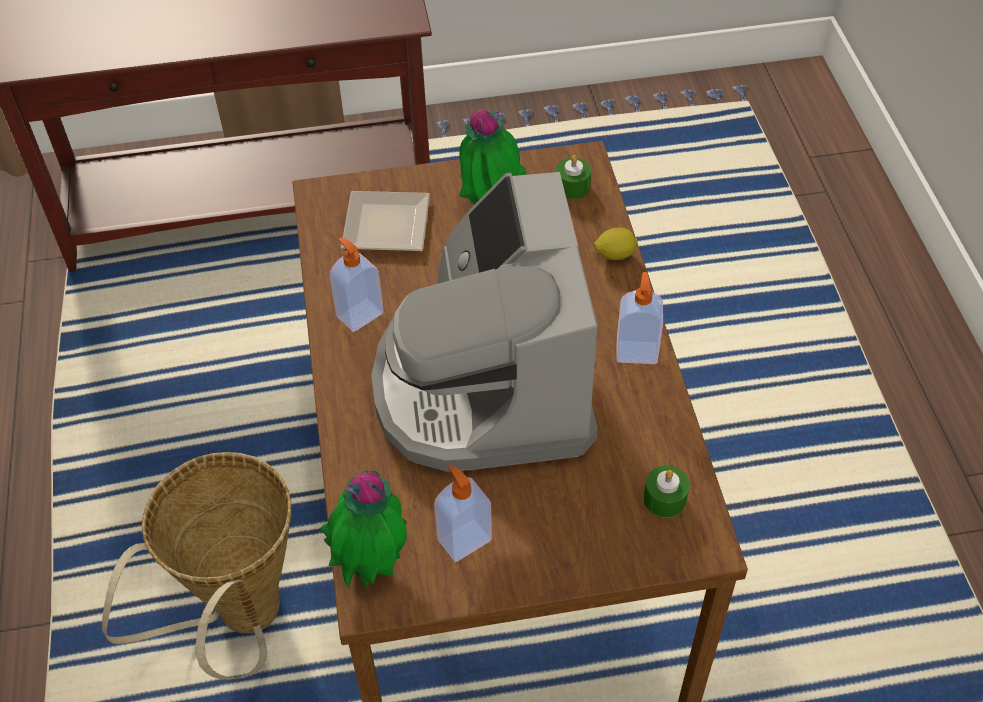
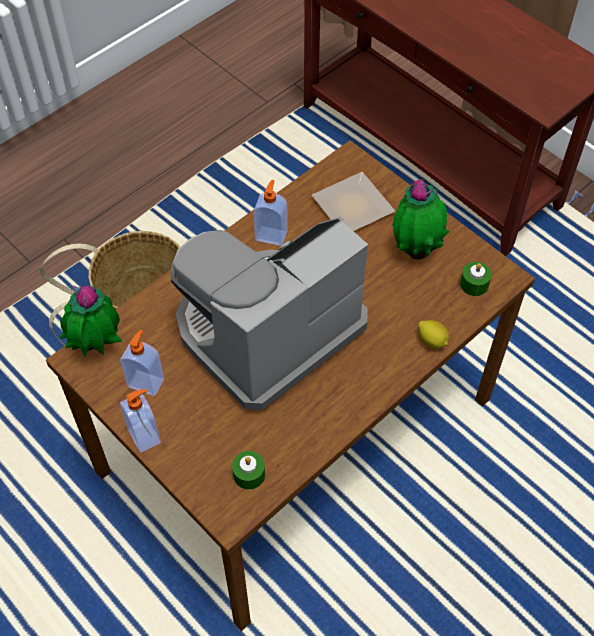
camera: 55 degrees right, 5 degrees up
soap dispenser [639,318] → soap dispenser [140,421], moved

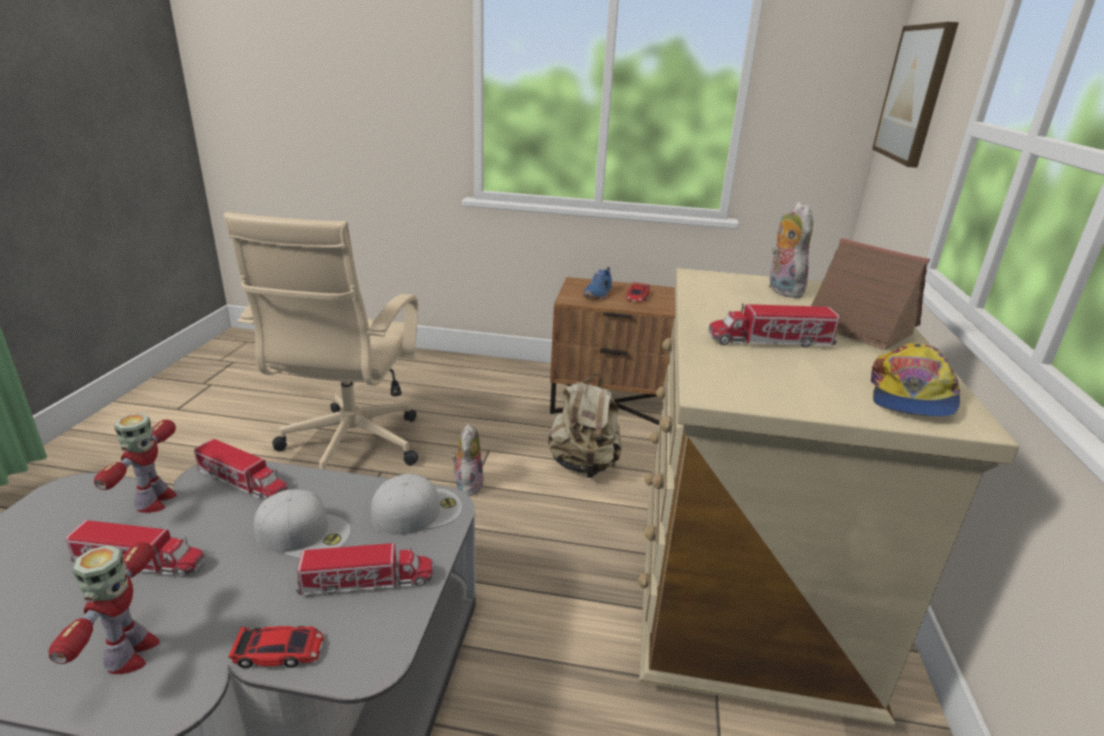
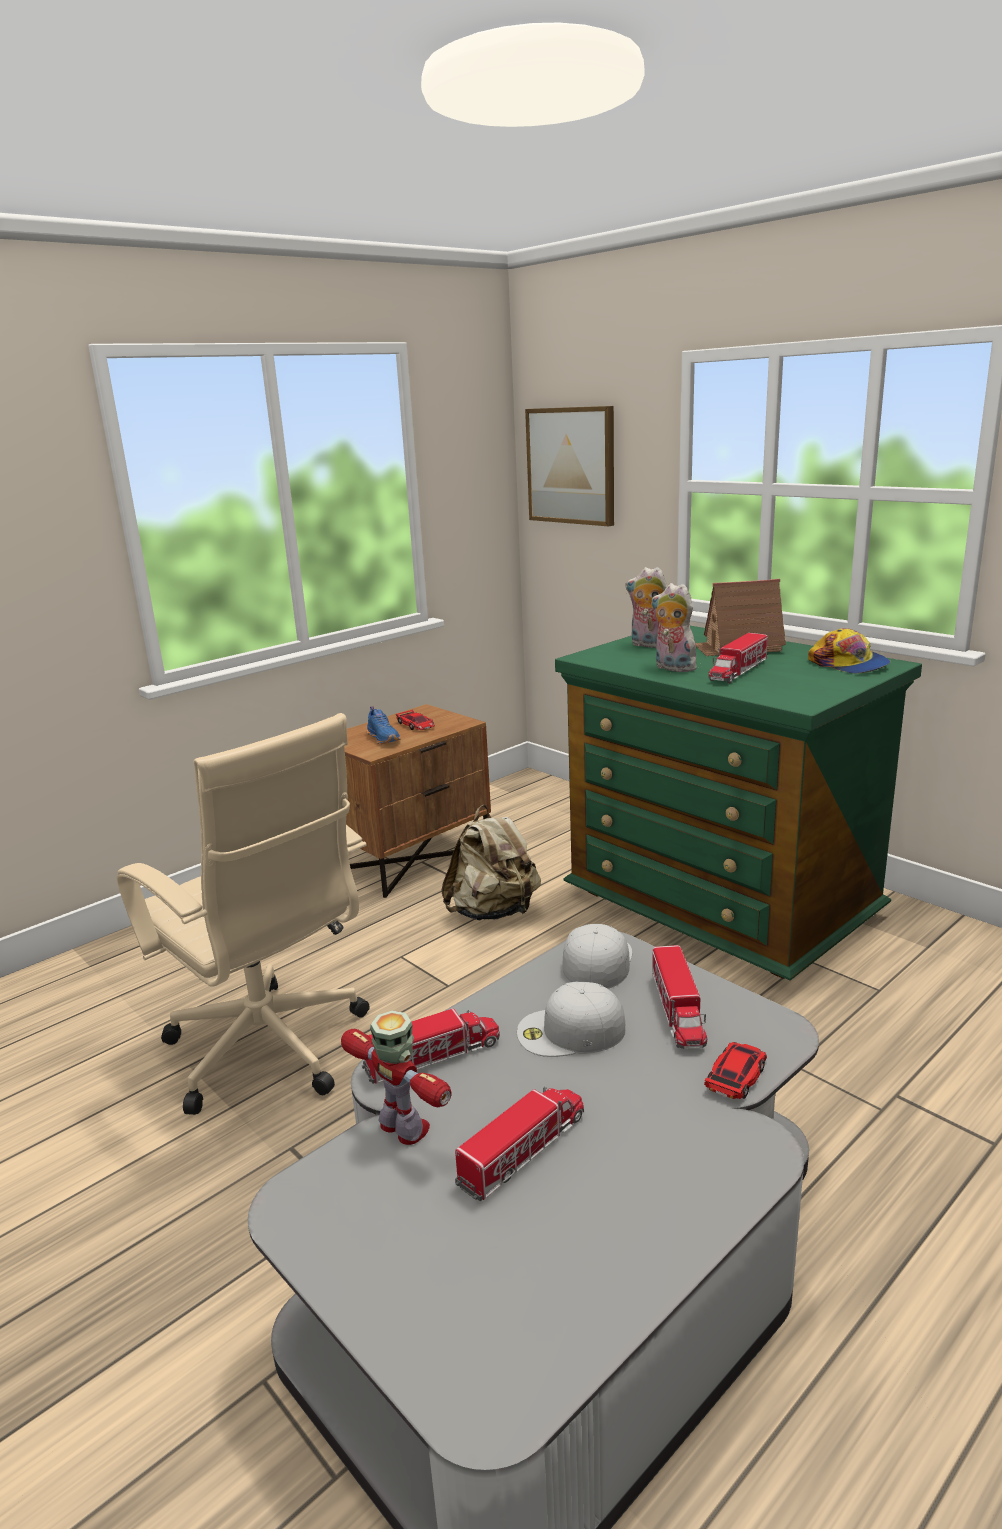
camera: 50 degrees left, 5 degrees down
toy robot [104,608] → -
white cap [302,524] → white cap [571,1019], 150 degrees counterclockwise
toy truck [364,569] → toy truck [679,997], 150 degrees clockwise
plush toy [467,460] → plush toy [674,627], moved
beige dresser [828,497] → green dresser [738,803]

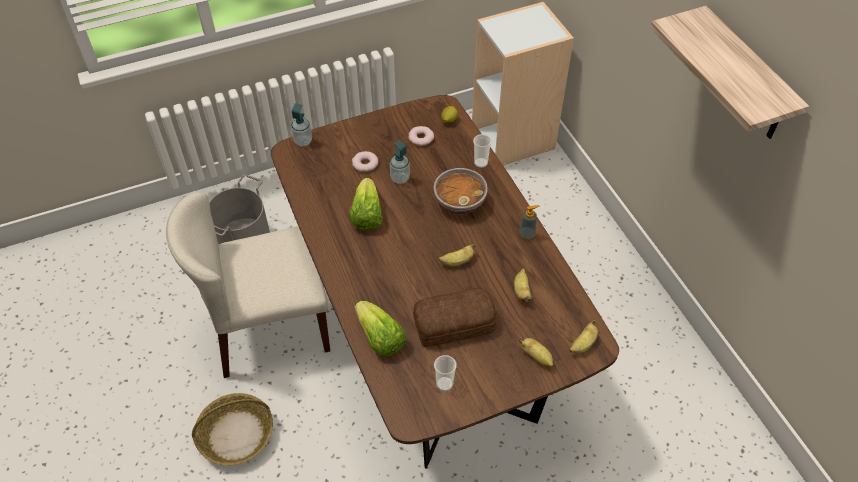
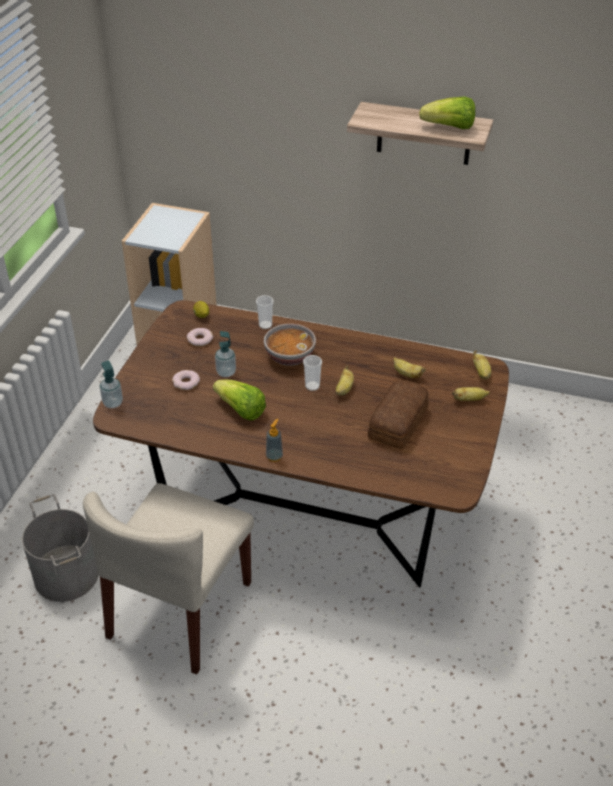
camera: 50 degrees left, 10 degrees down
basket [232,429] → -
lettuce [380,328] → lettuce [447,113], moved
cup [445,373] → cup [312,373], moved
soap dispenser [529,222] → soap dispenser [274,440], moved

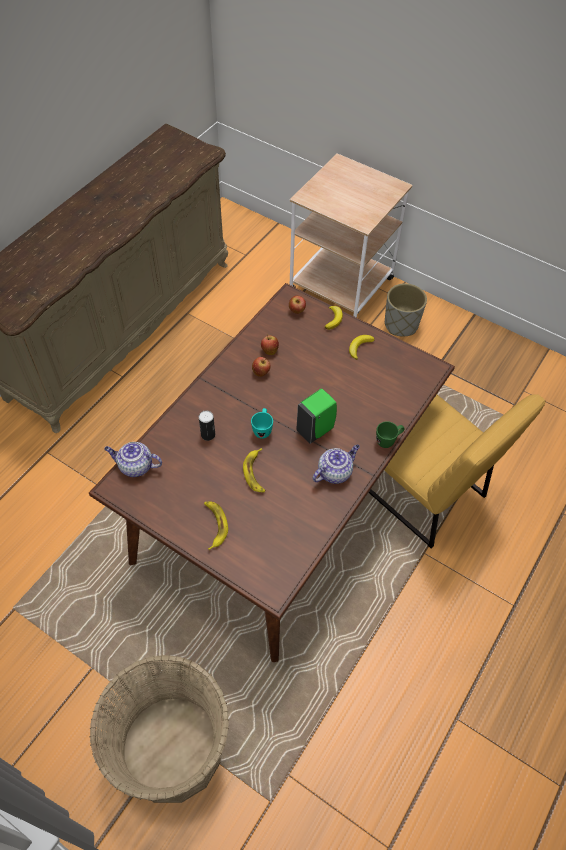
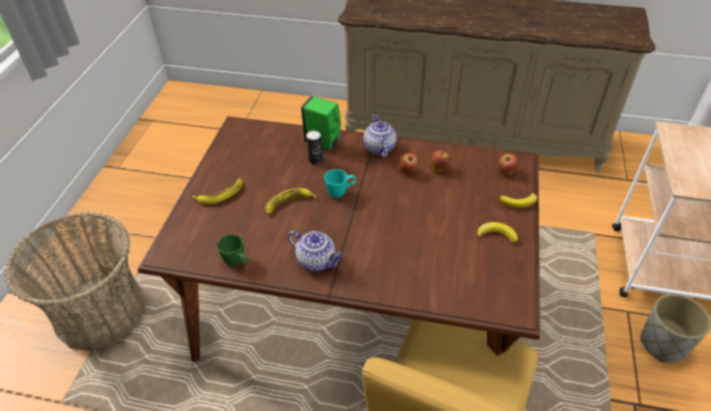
camera: 70 degrees right, 10 degrees down
teapot [133,459] → teapot [380,135], moved
green soap dispenser [317,416] → green soap dispenser [321,123], moved
green mug [390,434] → green mug [232,250], moved

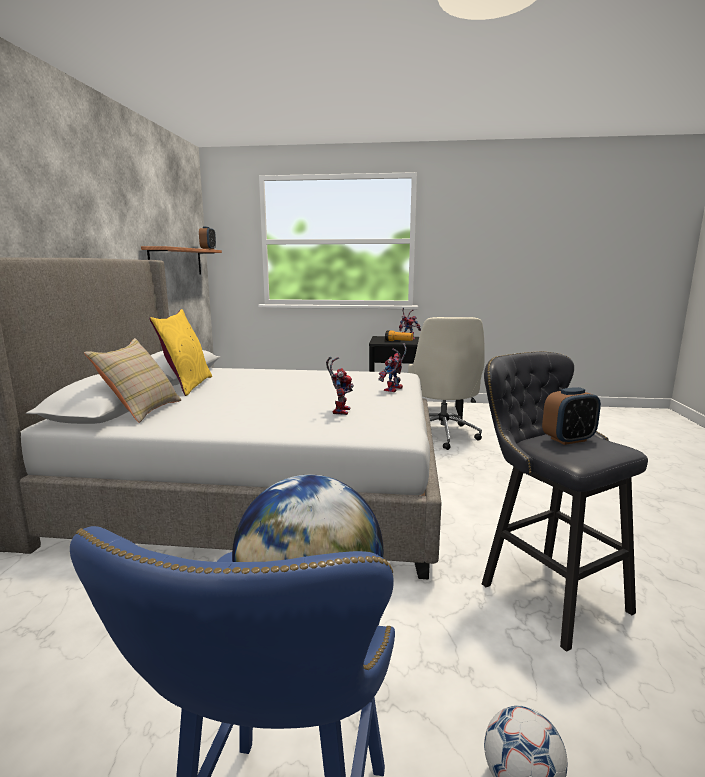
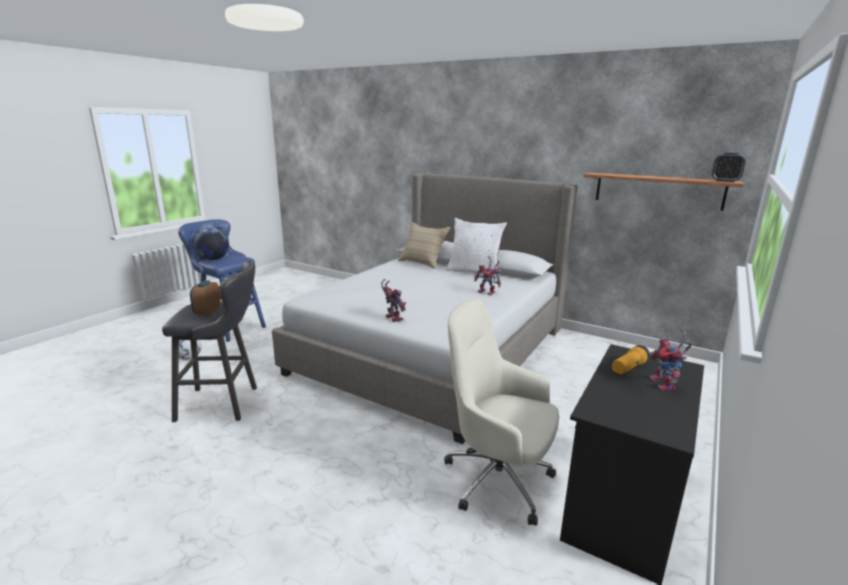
camera: 115 degrees right, 5 degrees up
yellow pillow [180,352] → white pillow [476,248]
toy robot [340,386] → toy robot [487,275], moved

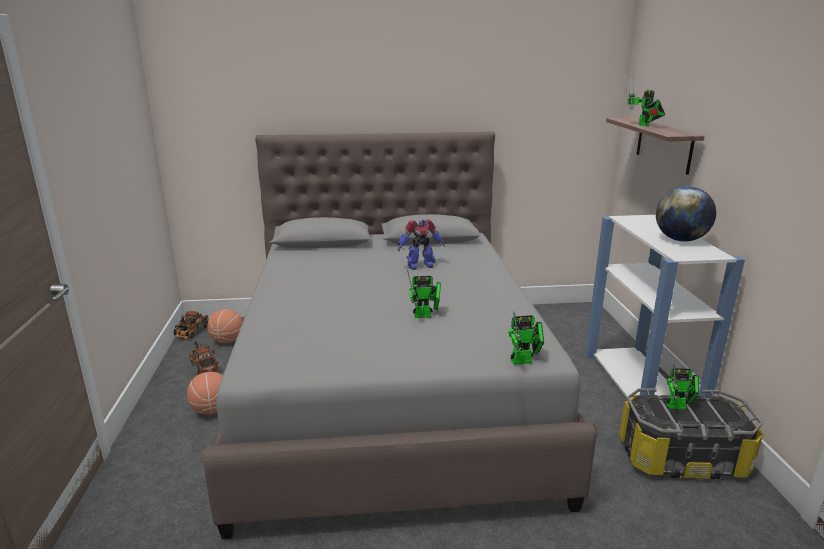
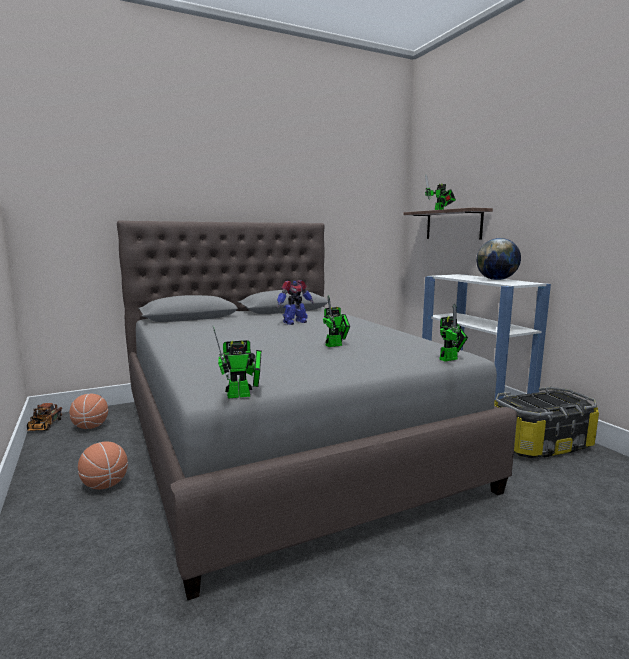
camera: 20 degrees left, 10 degrees down
toy truck [204,357] → -
toy robot [682,387] → toy robot [237,362], moved

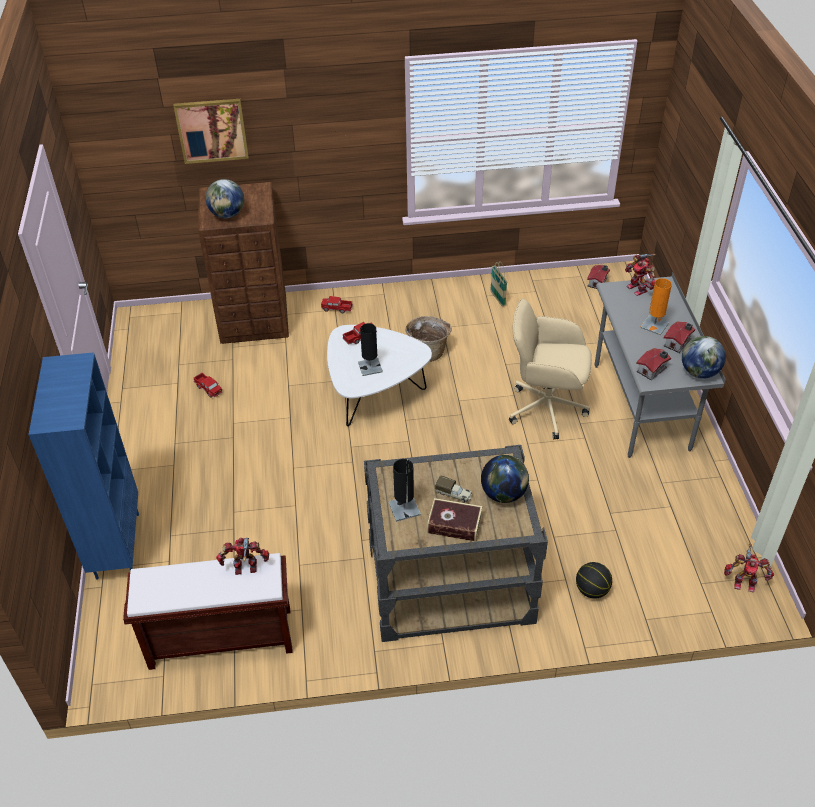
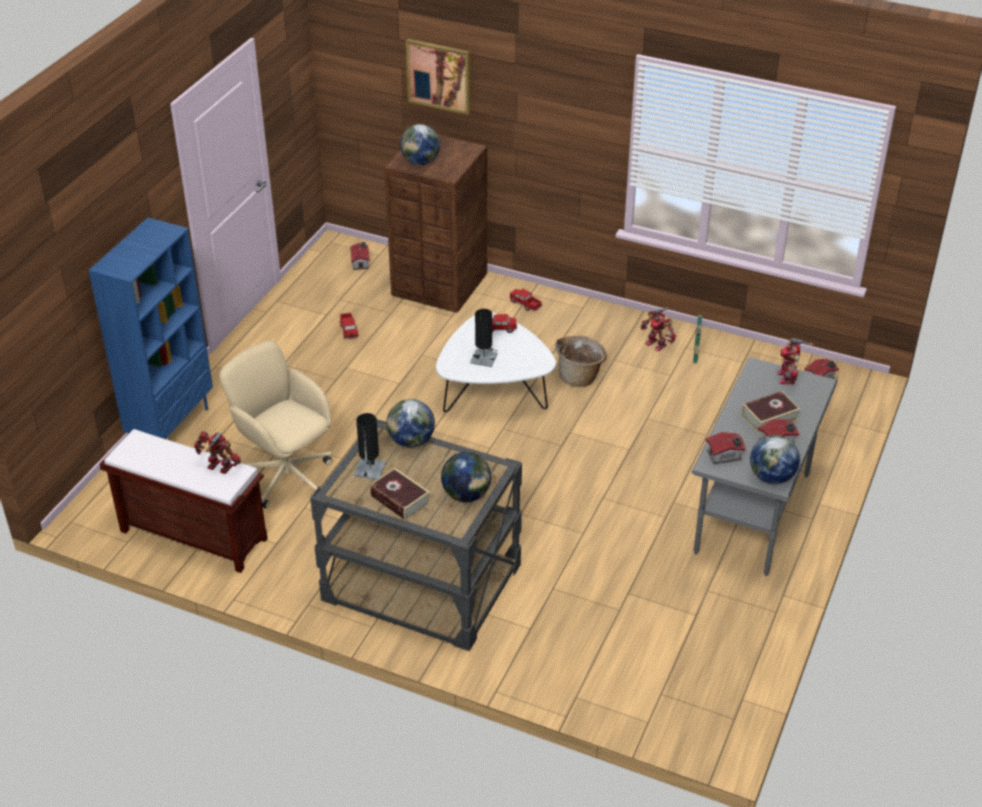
camera: 30 degrees right, 5 degrees down
toy truck [453,489] → -
beige office chair [550,369] → beige office chair [276,424], moved
basketball [594,580] → -
orange table lamp [656,306] → book [770,412]
toy robot [749,567] → toy robot [658,329], moved
- → toy house [360,256]
- → globe [410,423]

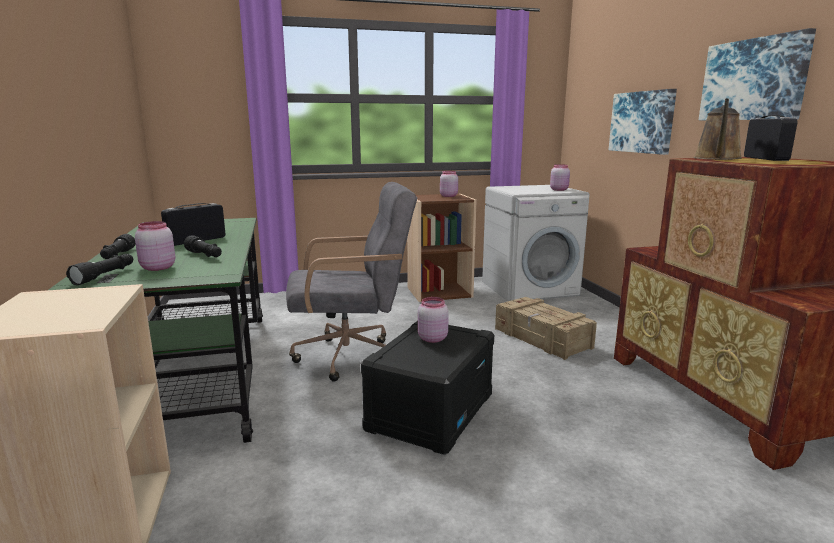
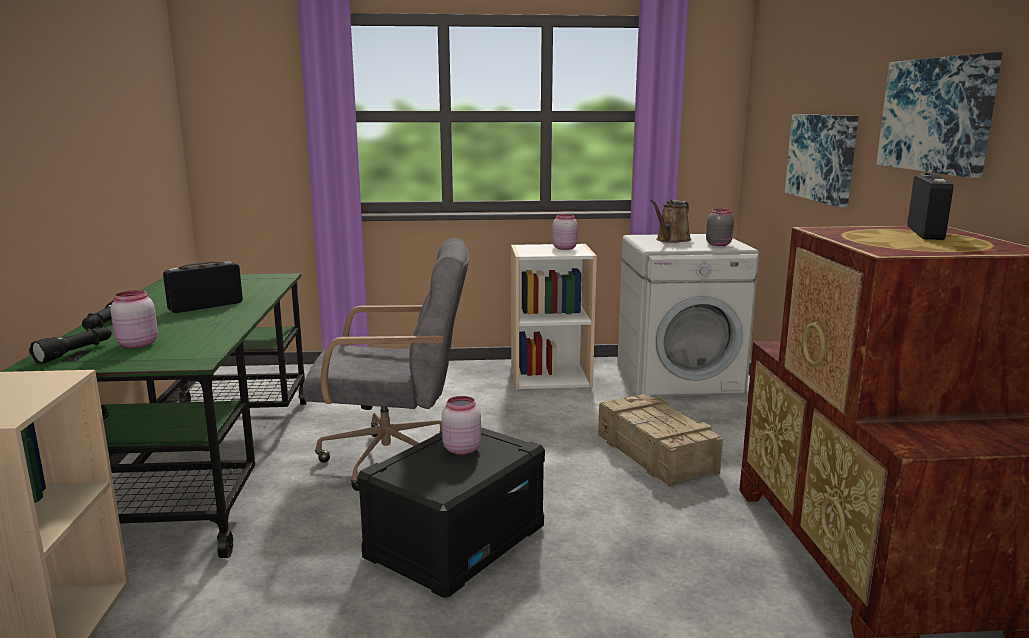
camera: 10 degrees right, 0 degrees up
black flashlight [203,246] → -
brown bookcase [441,248] → white bookcase [554,316]
pink jar [560,177] → grey jar [720,227]
brown watering can [718,129] → brown watering can [670,221], moved

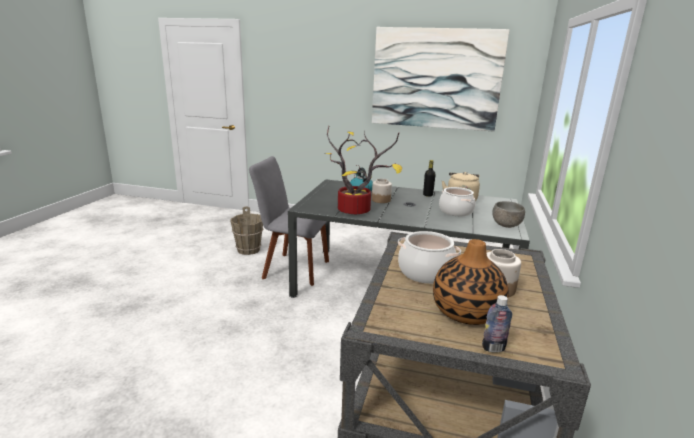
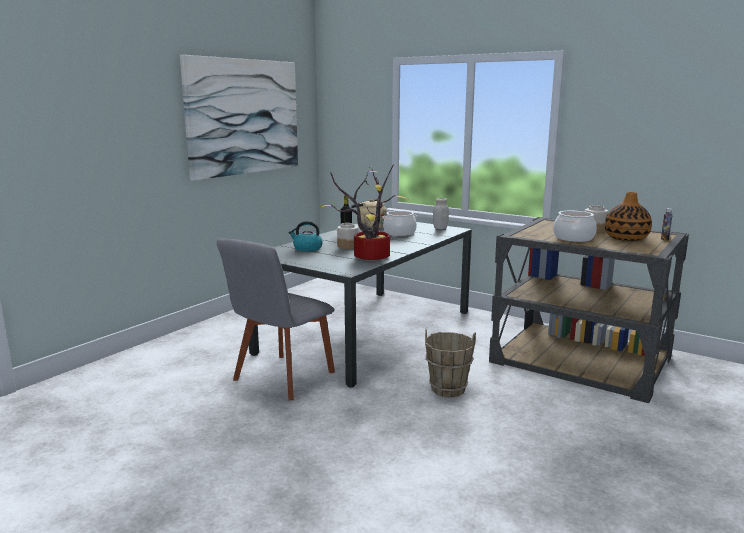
camera: 70 degrees left, 5 degrees down
brown bucket [247,230] → brown bucket [450,363], moved
grey bowl [508,214] → white jar [441,213]

